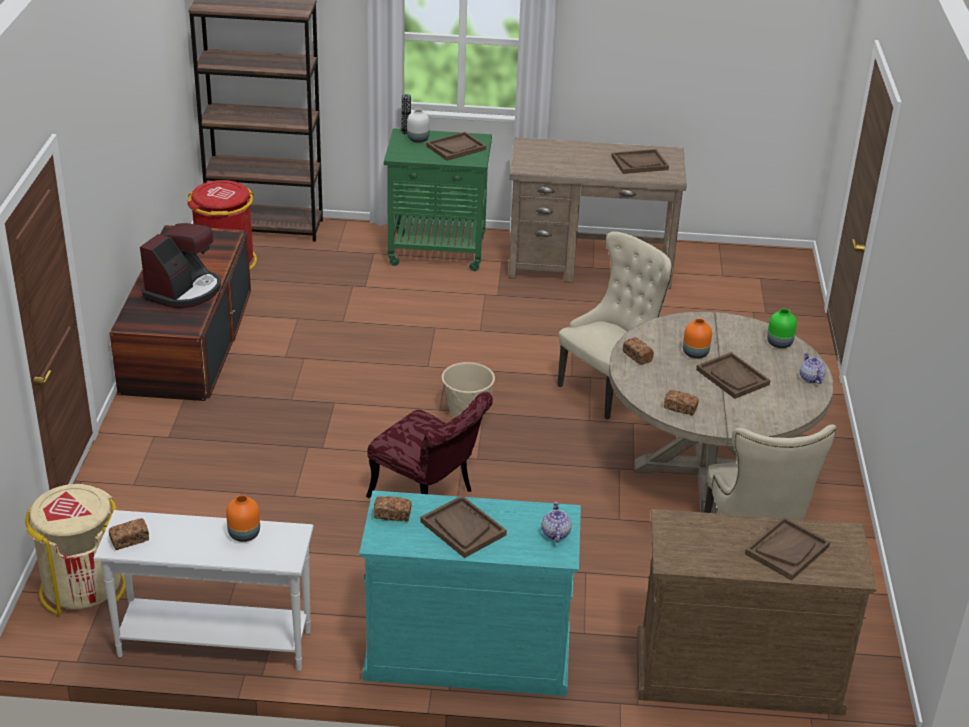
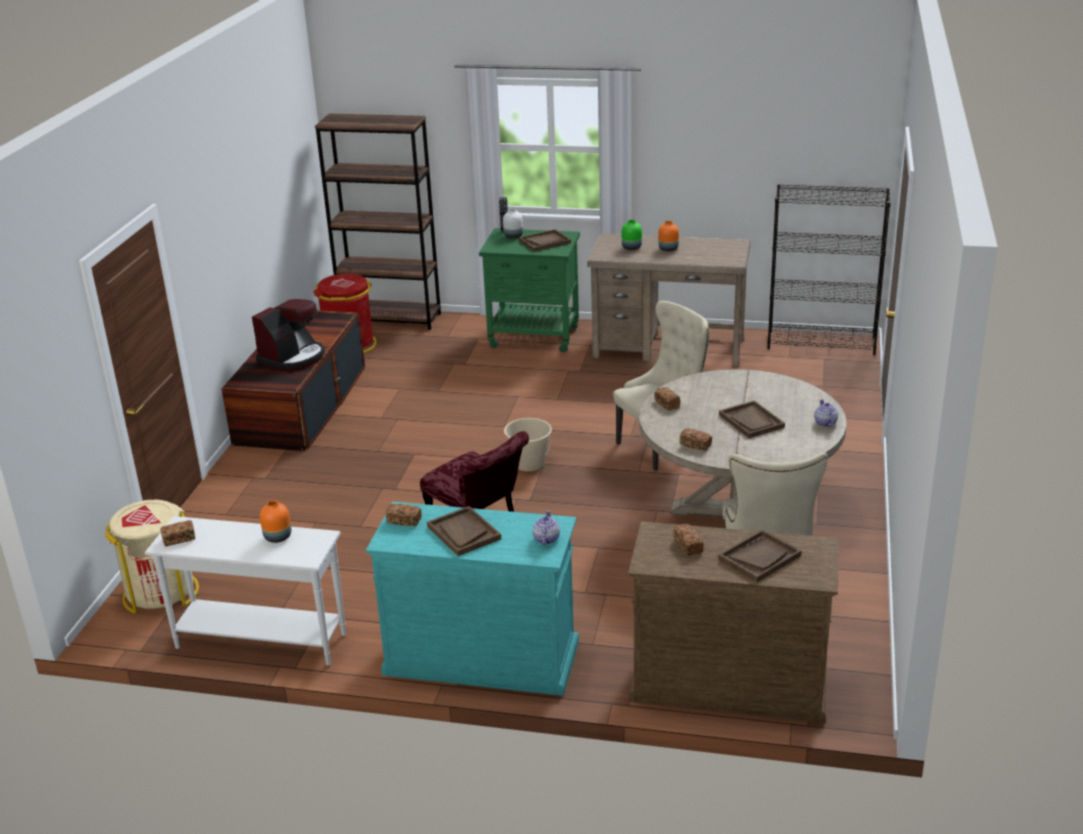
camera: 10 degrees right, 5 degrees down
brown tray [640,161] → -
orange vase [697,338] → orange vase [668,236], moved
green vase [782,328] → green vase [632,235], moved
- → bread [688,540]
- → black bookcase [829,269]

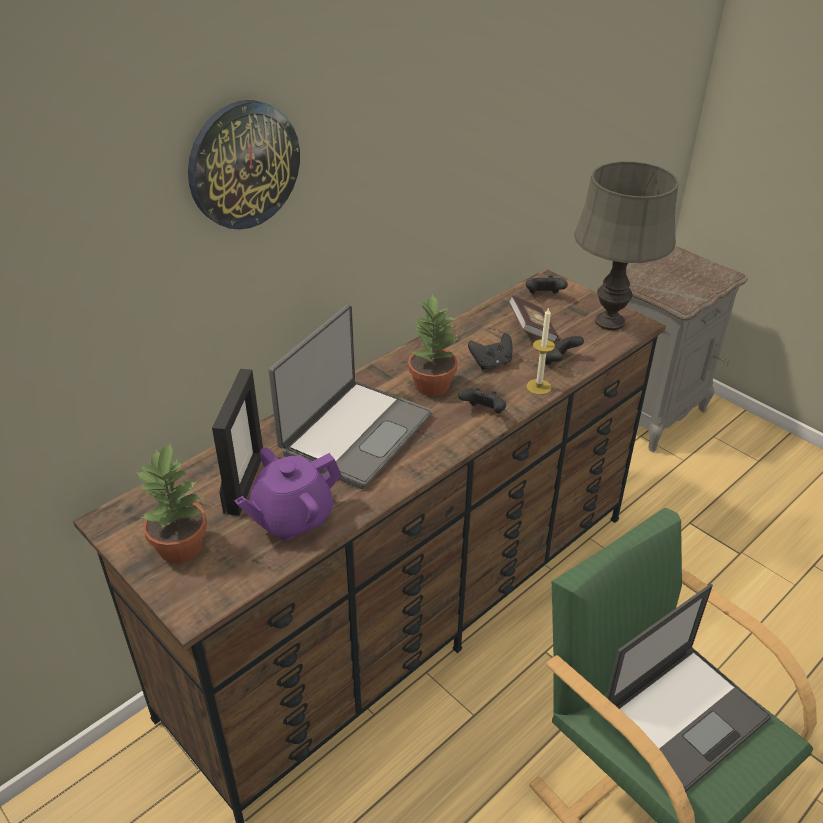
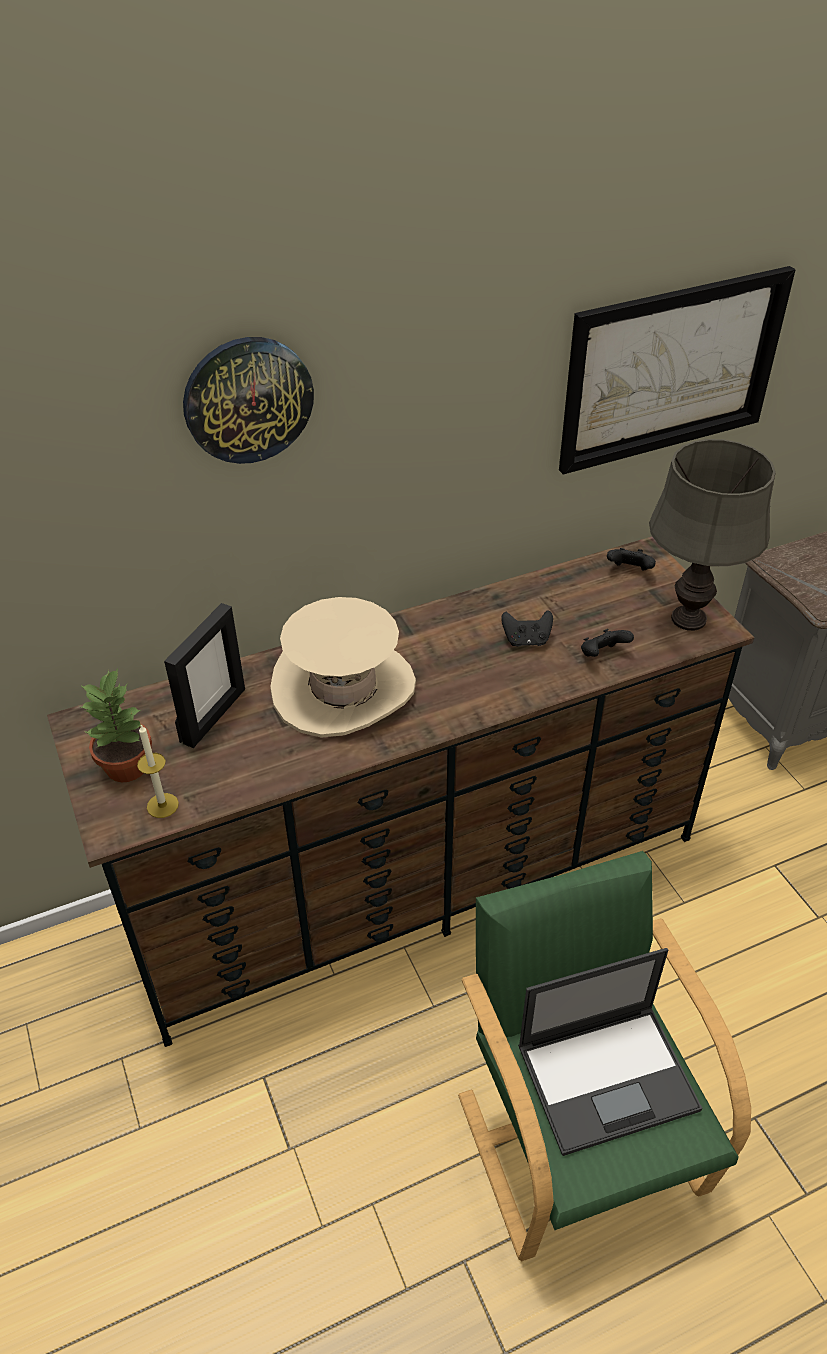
camera: 20 degrees right, 5 degrees up
purple teapot [288,494] → -
laptop [350,397] → beige hat [343,667]
potted plant [433,345] → -
black game controller [482,400] → -
book [533,319] → -
candle [540,351] → candle [158,771], moved
- → picture [677,370]

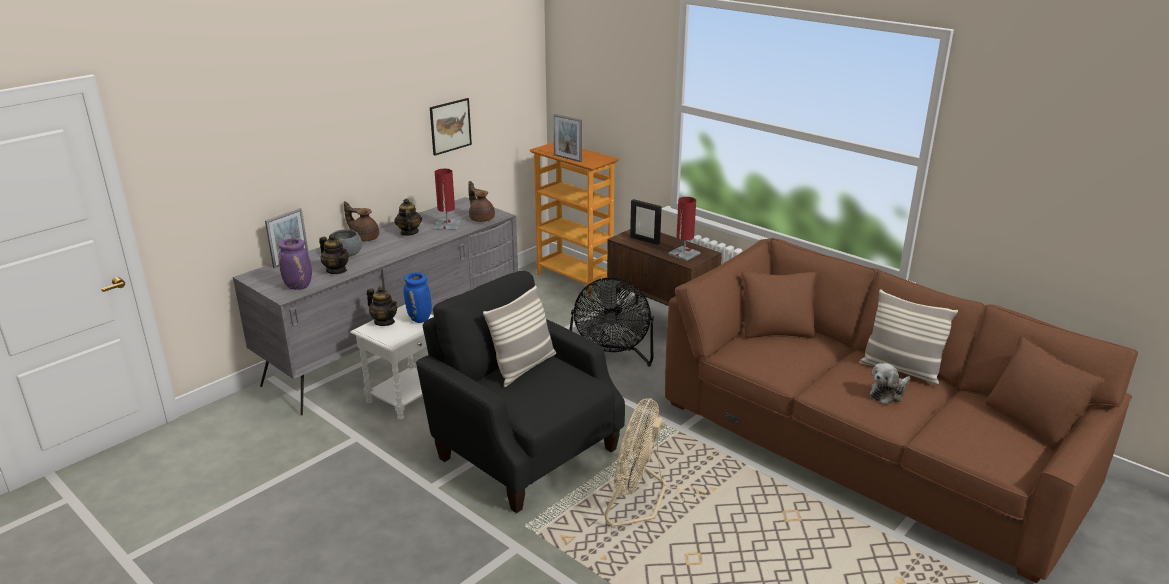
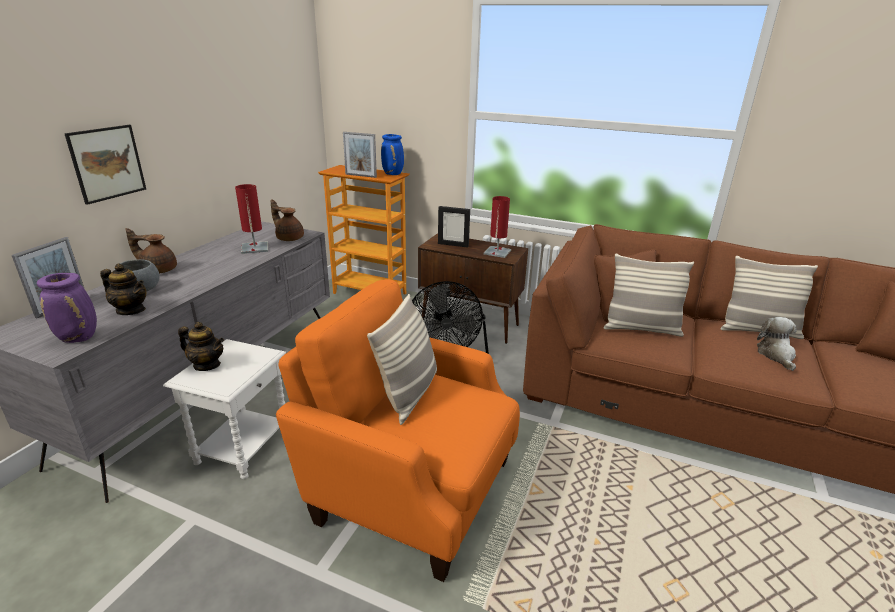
camera: 20 degrees left, 0 degrees up
teapot [408,217] → -
blue vase [417,298] → blue vase [392,154], moved
black armchair [520,392] → orange armchair [398,430]
picture [451,127] → picture [105,165], moved
beige fan [656,463] → -
plush toy [890,384] → plush toy [777,344], 150 degrees clockwise
- → pillow [648,295]

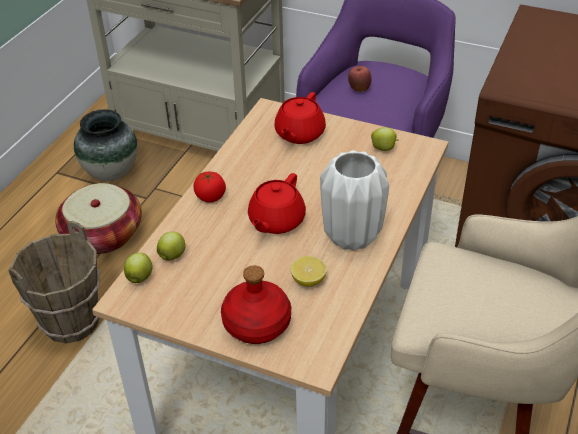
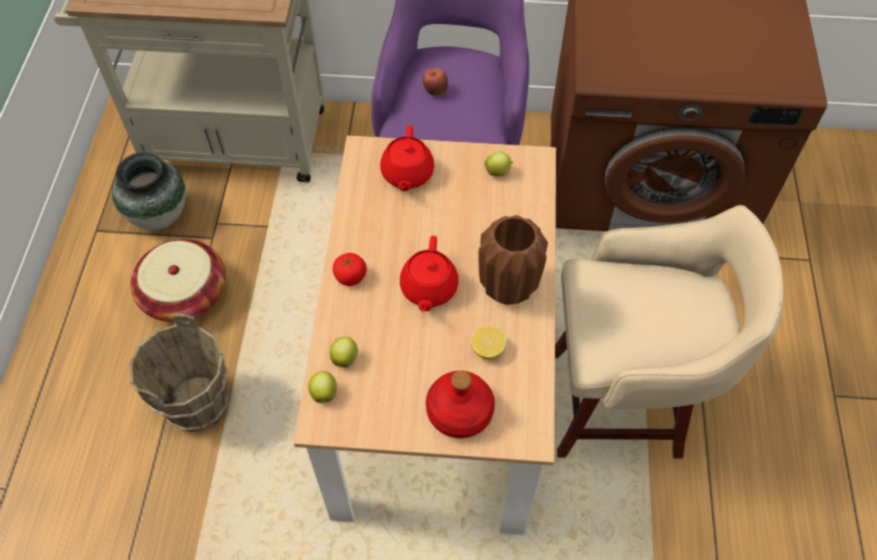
camera: 20 degrees left, 15 degrees up
white vase [354,200] → brown vase [513,260]

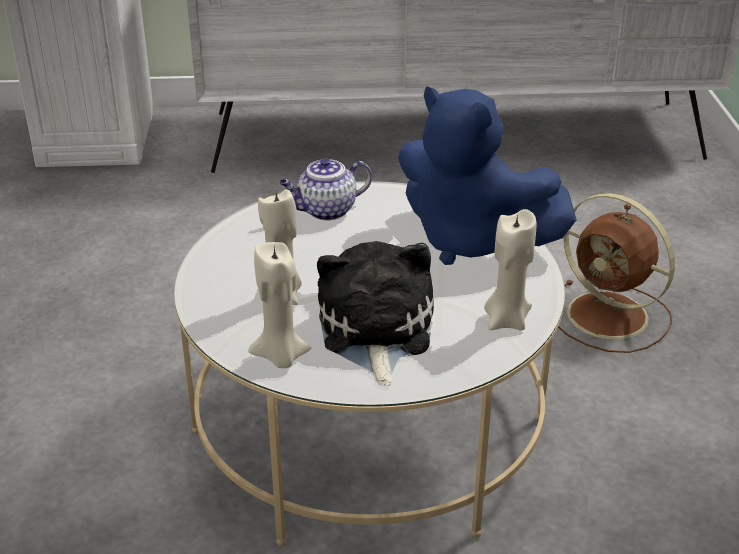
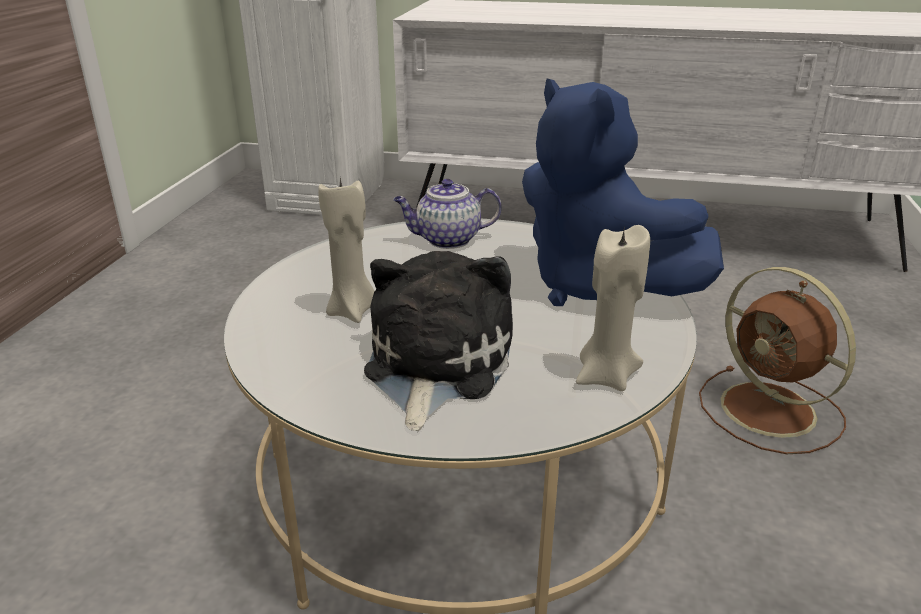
camera: 15 degrees right, 5 degrees down
beige candle [279,305] → -

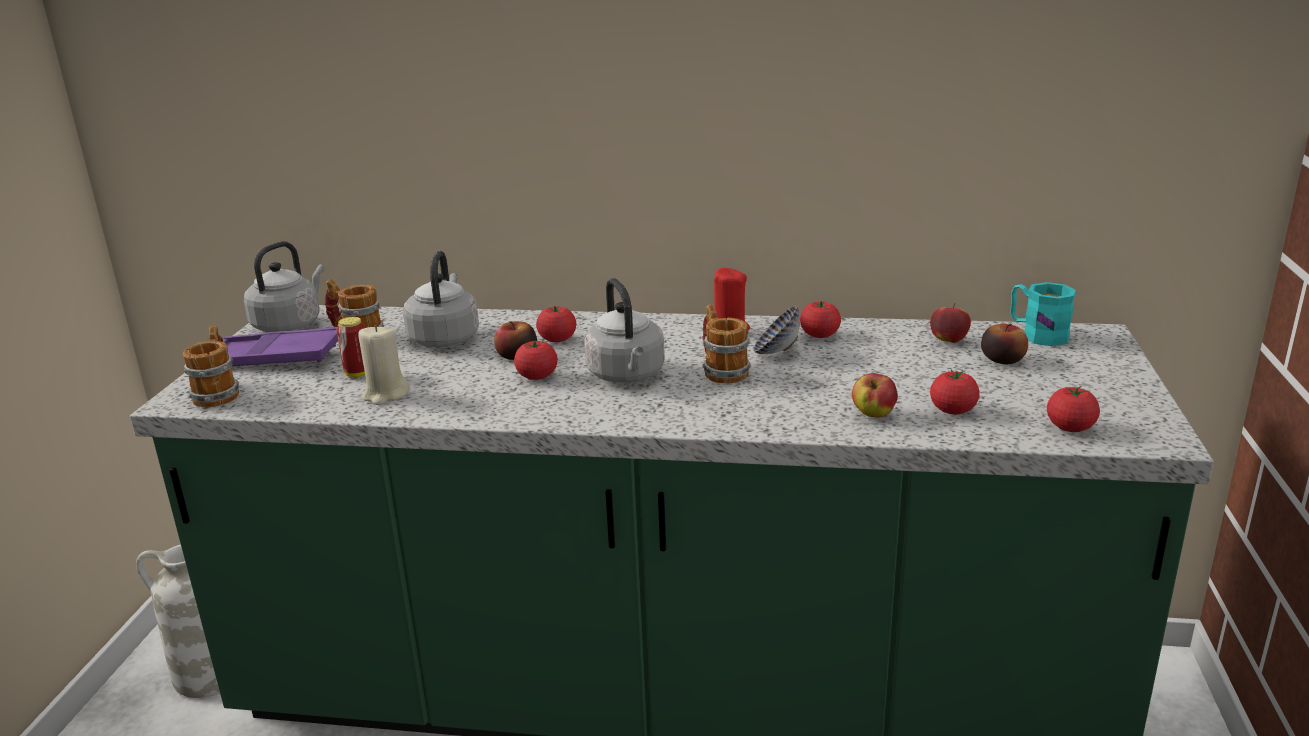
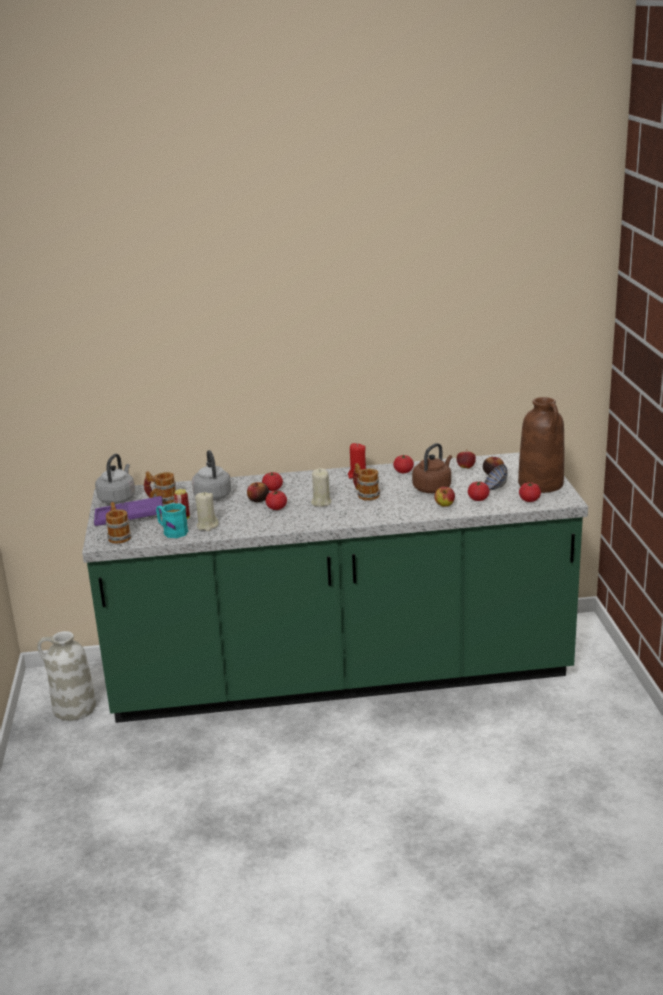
camera: 15 degrees left, 0 degrees up
grey kettle [624,330] → beige candle [321,487]
bowl [776,329] → bowl [496,477], moved
turquoise mug [1043,314] → turquoise mug [172,520], moved
- → brown kettle [432,468]
- → brown vase [541,445]

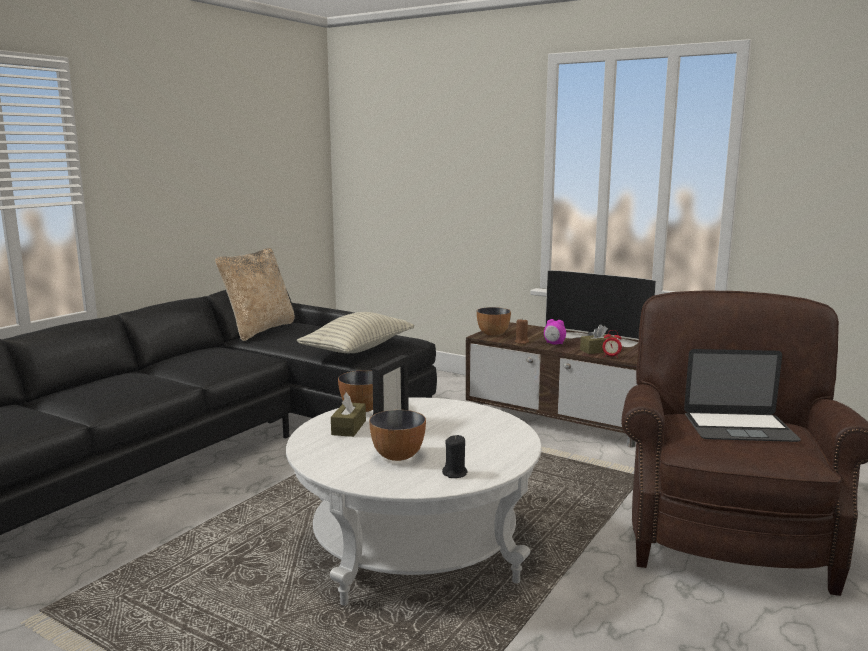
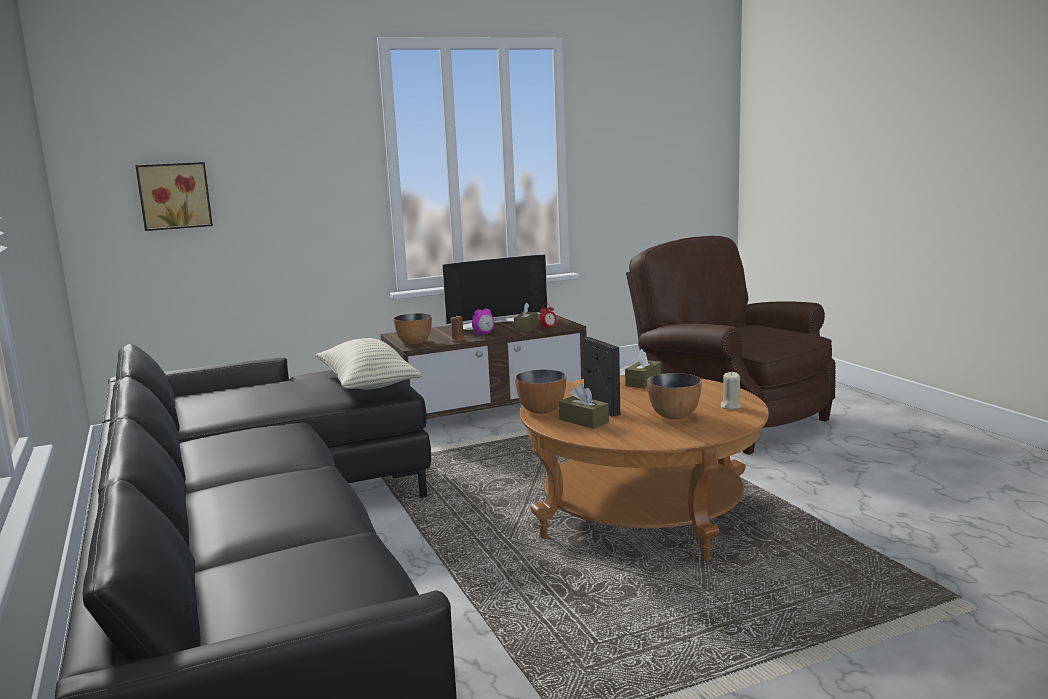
camera: 55 degrees left, 0 degrees up
beige pillow [255,294] → -
white coffee table [414,501] → brown coffee table [644,468]
black candle [455,456] → beige candle [731,391]
laptop [742,395] → -
- → picture [174,196]
- → brown tissue box [643,368]

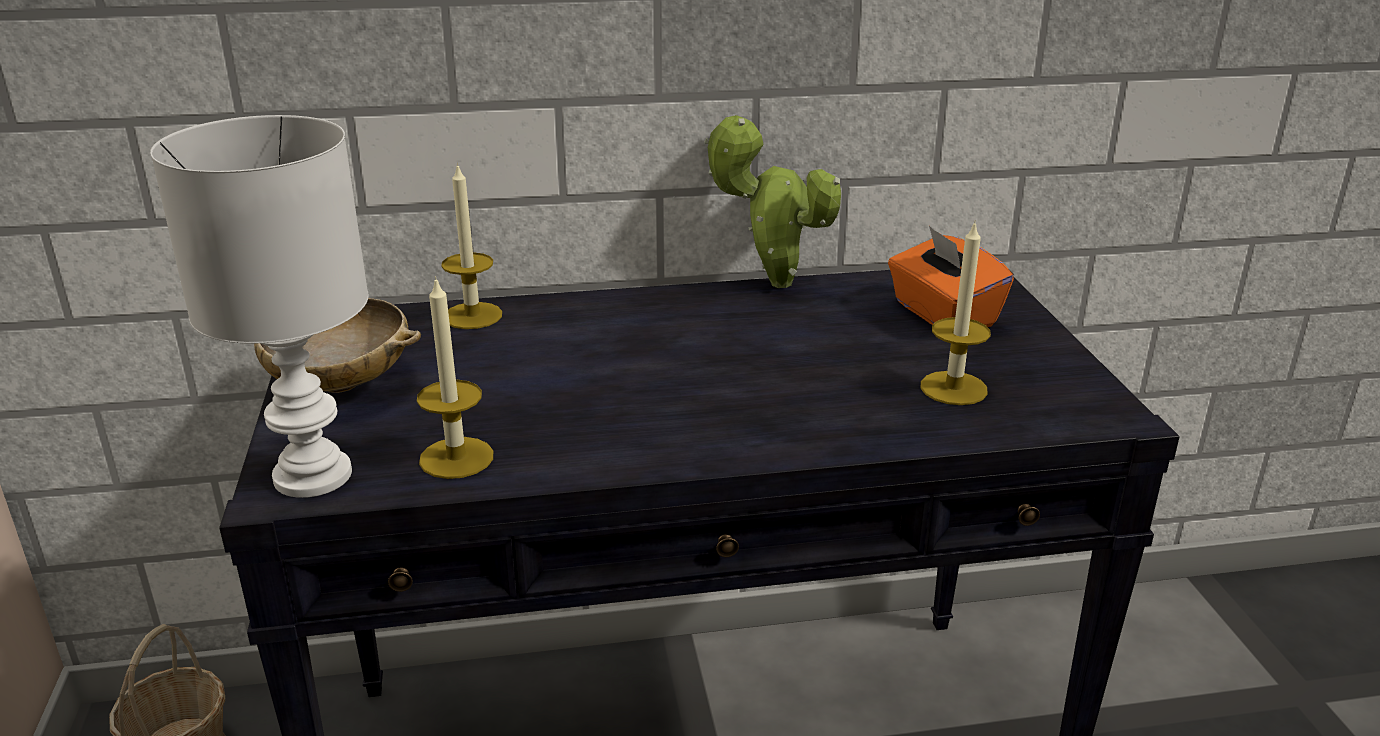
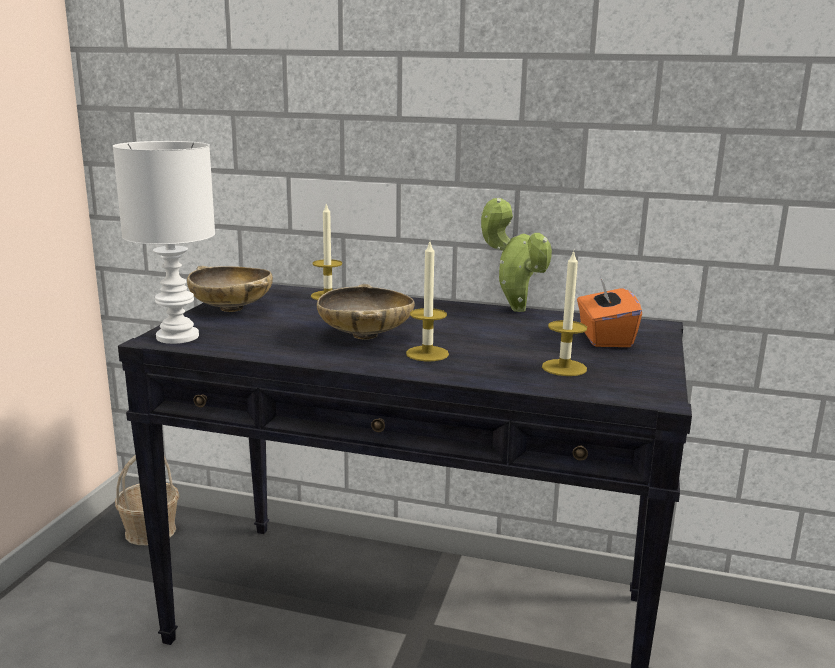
camera: 25 degrees right, 10 degrees down
candle [455,377] → candle [427,301], moved
- → beige bowl [366,311]

